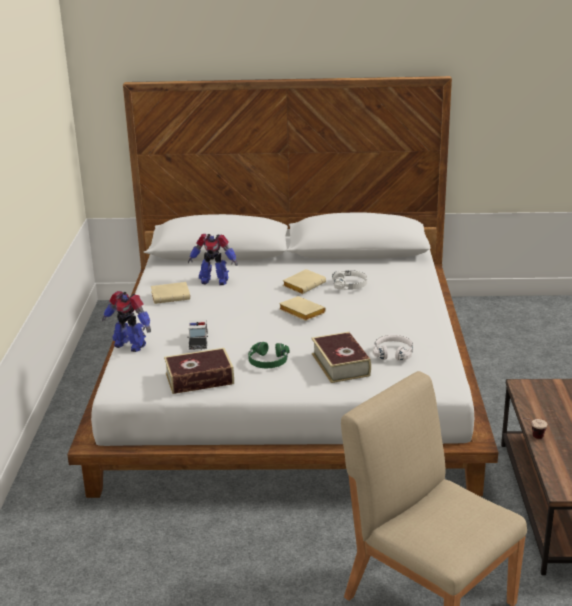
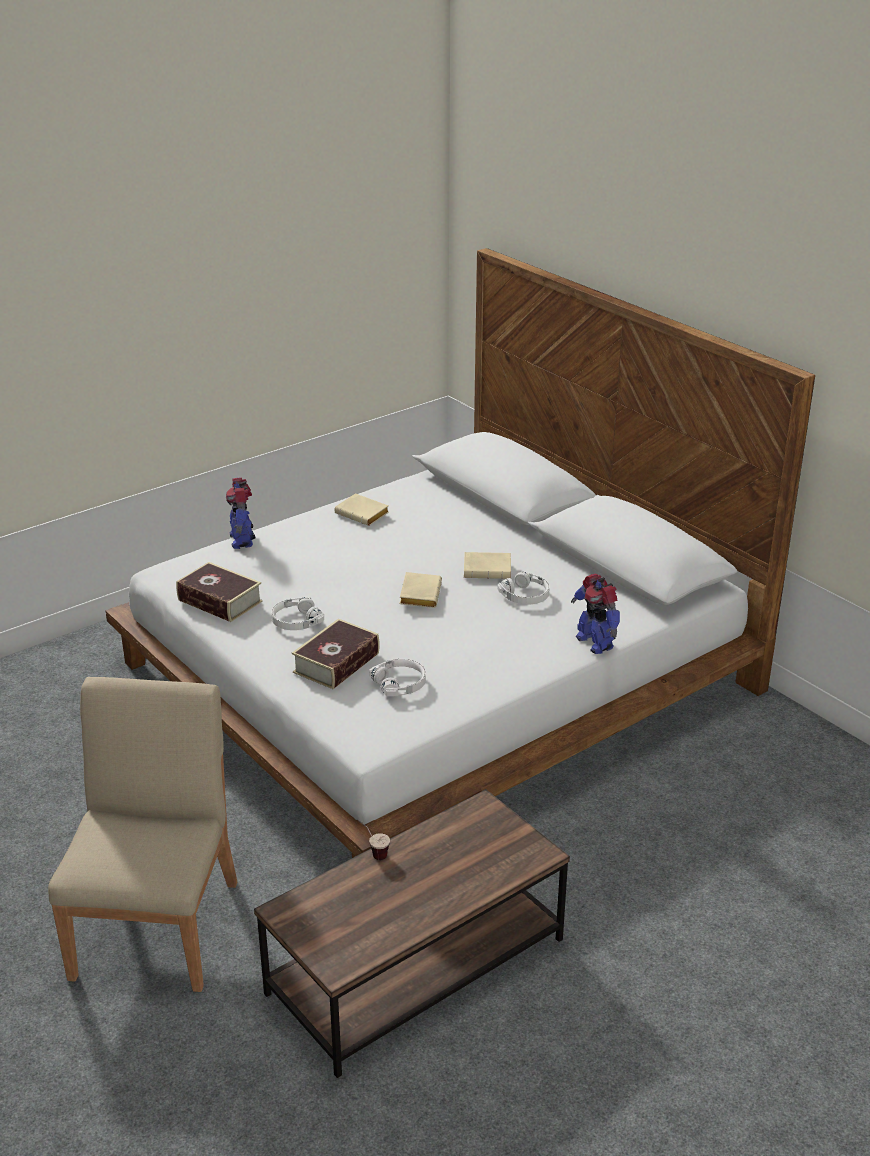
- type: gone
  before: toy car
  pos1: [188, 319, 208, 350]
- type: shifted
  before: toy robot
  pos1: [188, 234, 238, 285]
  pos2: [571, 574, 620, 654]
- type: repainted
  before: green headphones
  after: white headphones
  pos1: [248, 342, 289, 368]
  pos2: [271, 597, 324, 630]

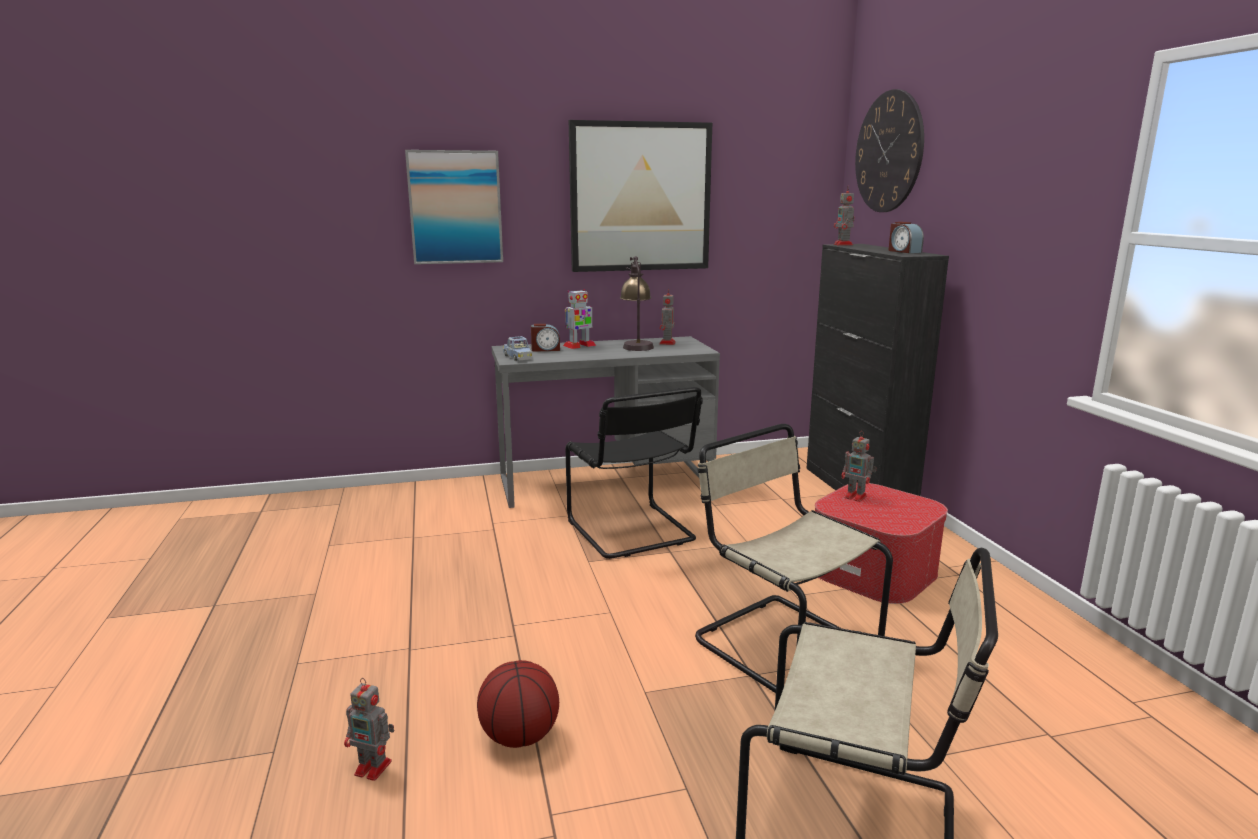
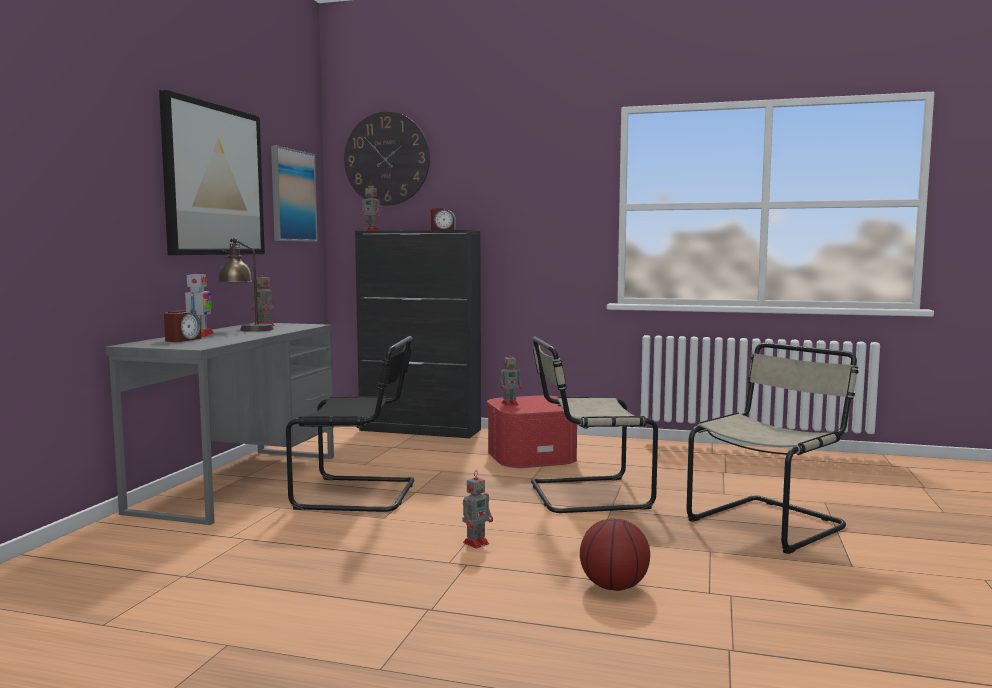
- type: gone
  before: blue toy car
  pos1: [503, 336, 533, 361]
- type: shifted
  before: toy robot
  pos1: [344, 678, 394, 781]
  pos2: [463, 472, 493, 548]
- type: shifted
  before: picture
  pos1: [405, 150, 503, 264]
  pos2: [271, 145, 318, 242]

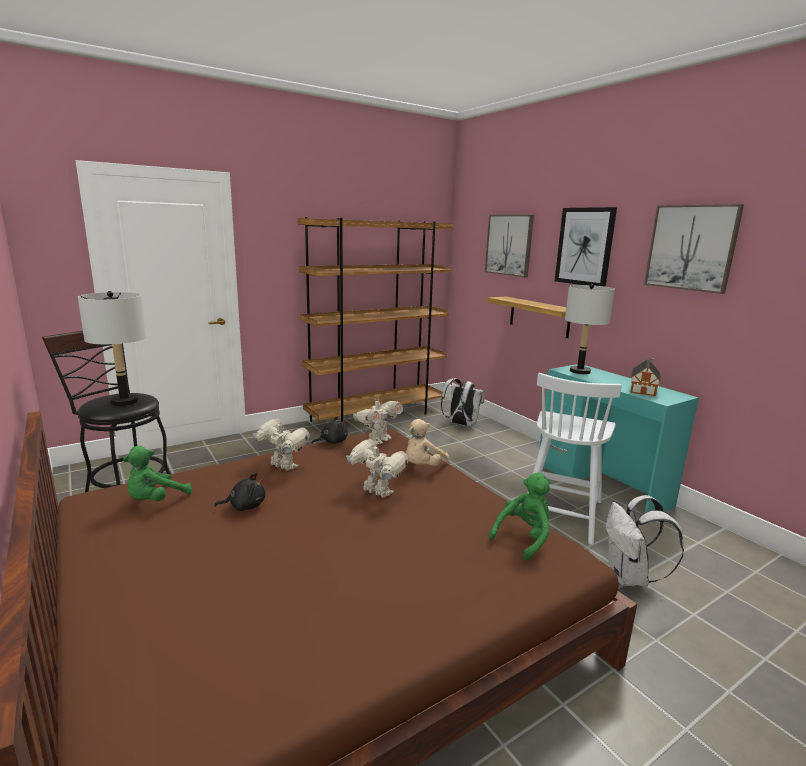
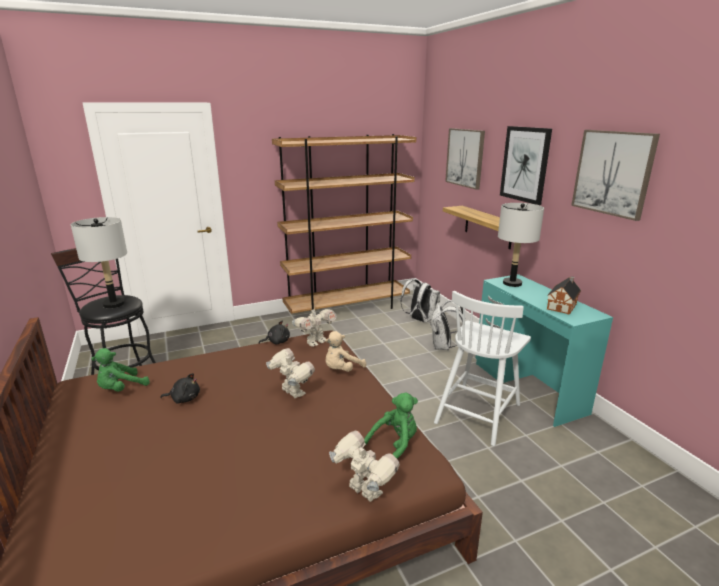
- type: shifted
  before: toy robot
  pos1: [253, 418, 310, 471]
  pos2: [329, 430, 400, 502]
- type: shifted
  before: white backpack
  pos1: [606, 495, 684, 586]
  pos2: [430, 300, 463, 350]

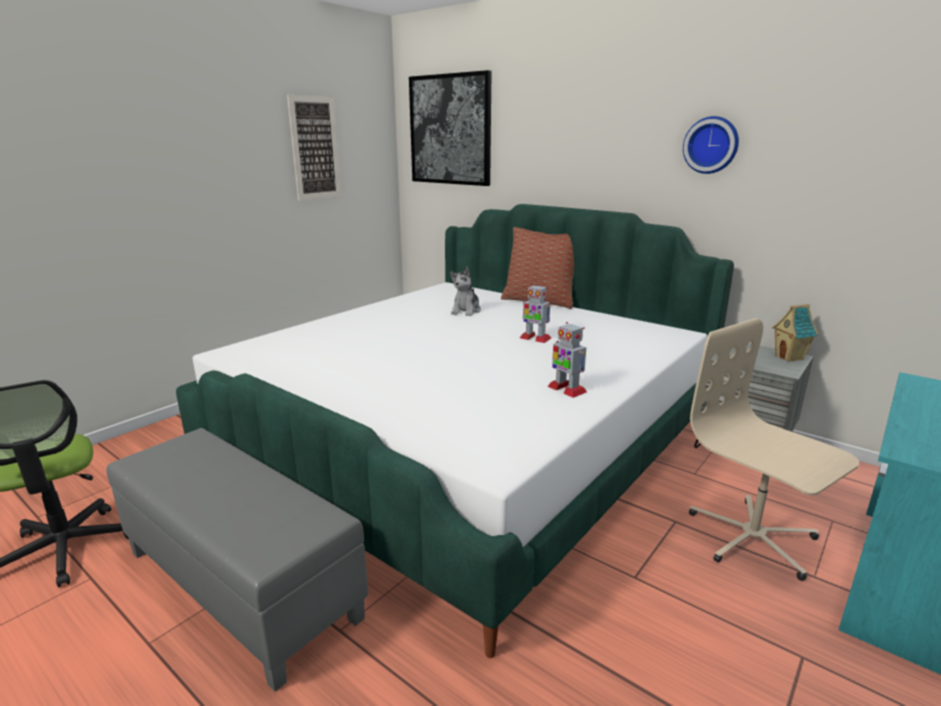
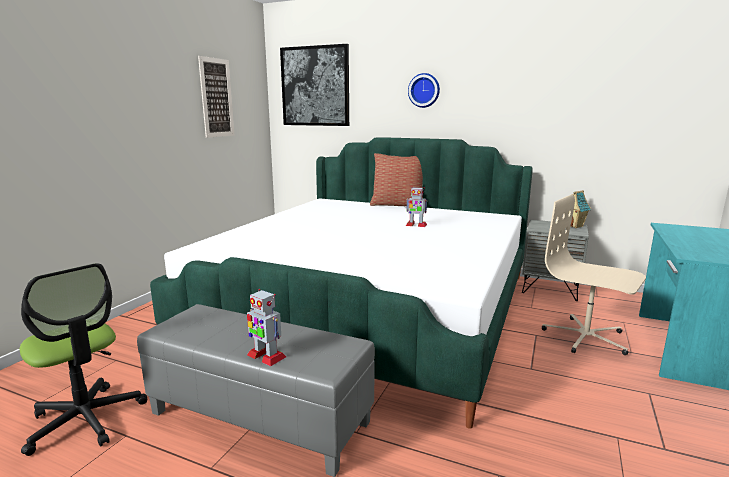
- type: gone
  before: plush toy
  pos1: [450, 267, 481, 316]
- type: shifted
  before: toy robot
  pos1: [548, 322, 587, 398]
  pos2: [247, 289, 286, 366]
- type: shifted
  before: wall clock
  pos1: [683, 116, 739, 174]
  pos2: [408, 73, 440, 108]

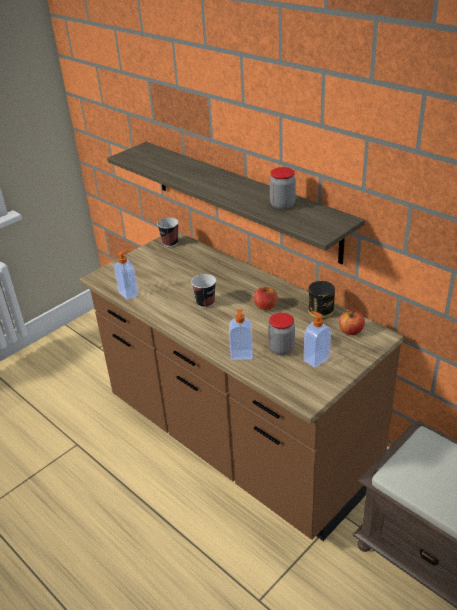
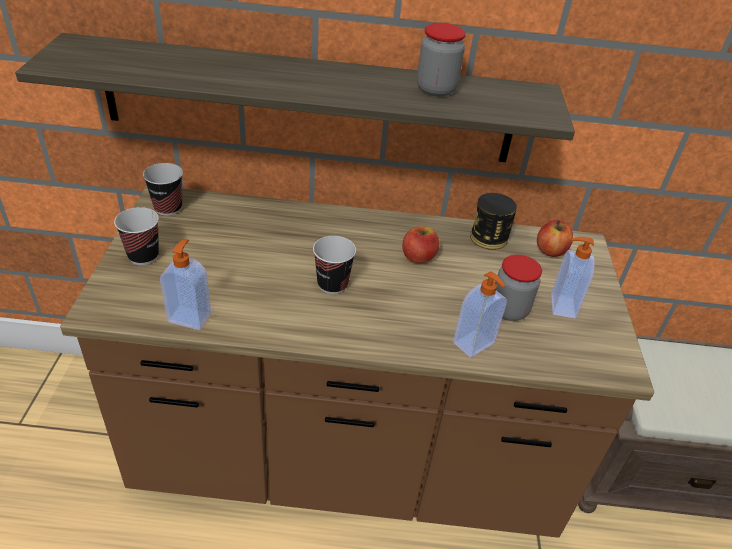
- type: new
  after: cup
  pos2: [114, 207, 159, 265]

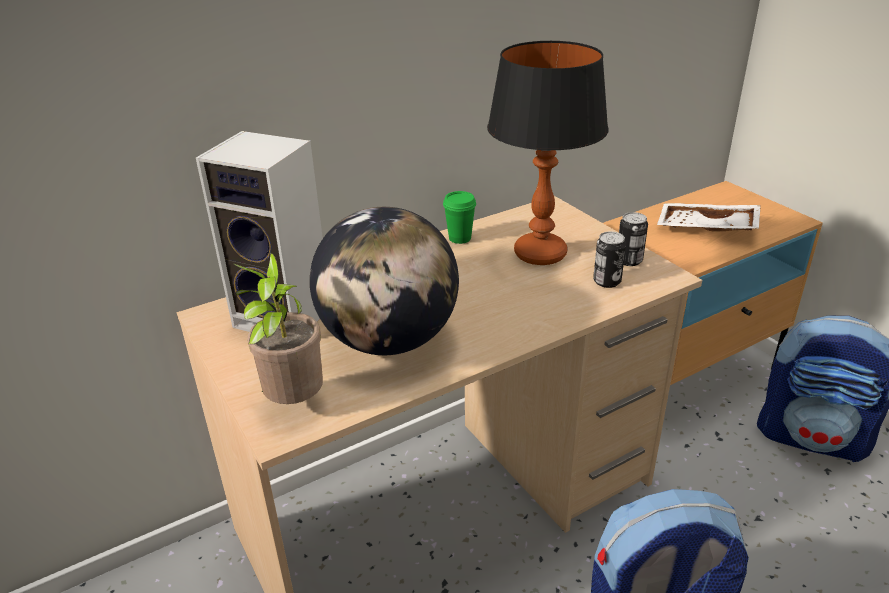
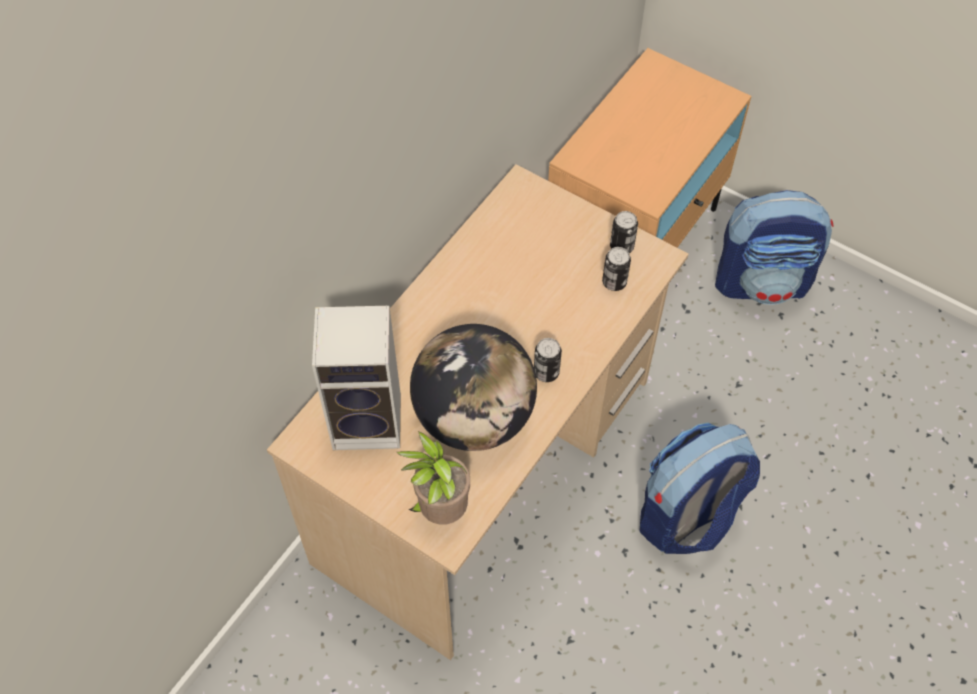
- type: gone
  before: green cup
  pos1: [443, 191, 476, 244]
- type: gone
  before: table lamp
  pos1: [487, 41, 609, 265]
- type: gone
  before: white tray
  pos1: [657, 203, 761, 232]
- type: new
  after: can
  pos2: [534, 338, 562, 382]

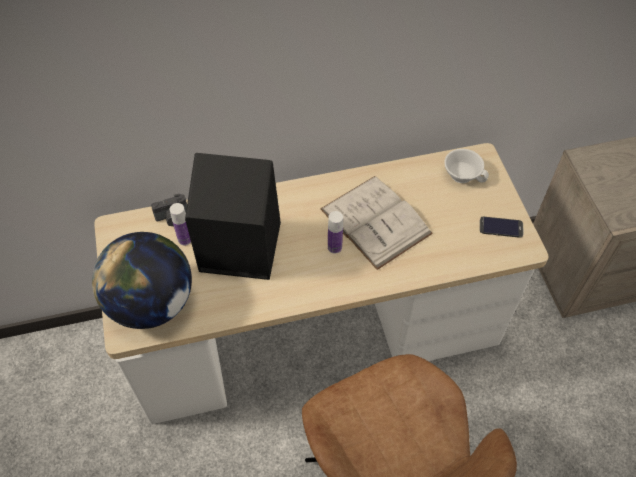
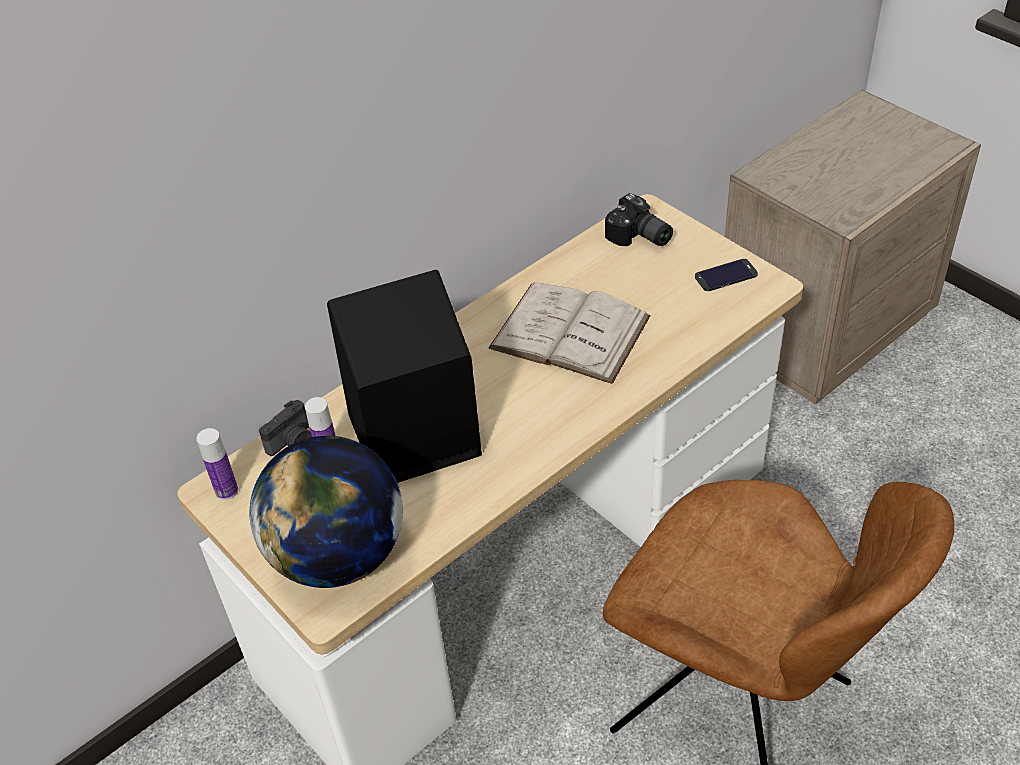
- type: shifted
  before: bottle
  pos1: [328, 211, 343, 254]
  pos2: [196, 428, 238, 500]
- type: swapped
  before: white cup
  after: photo camera
  pos1: [444, 149, 489, 183]
  pos2: [605, 193, 673, 246]

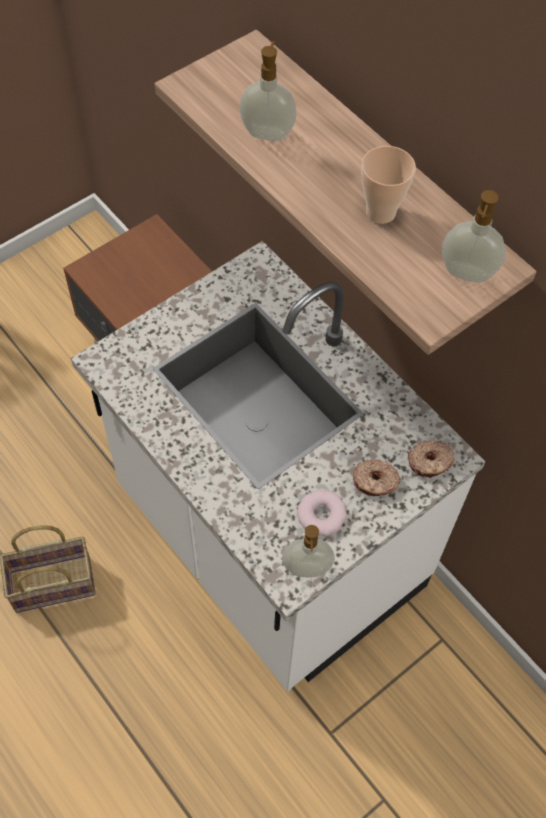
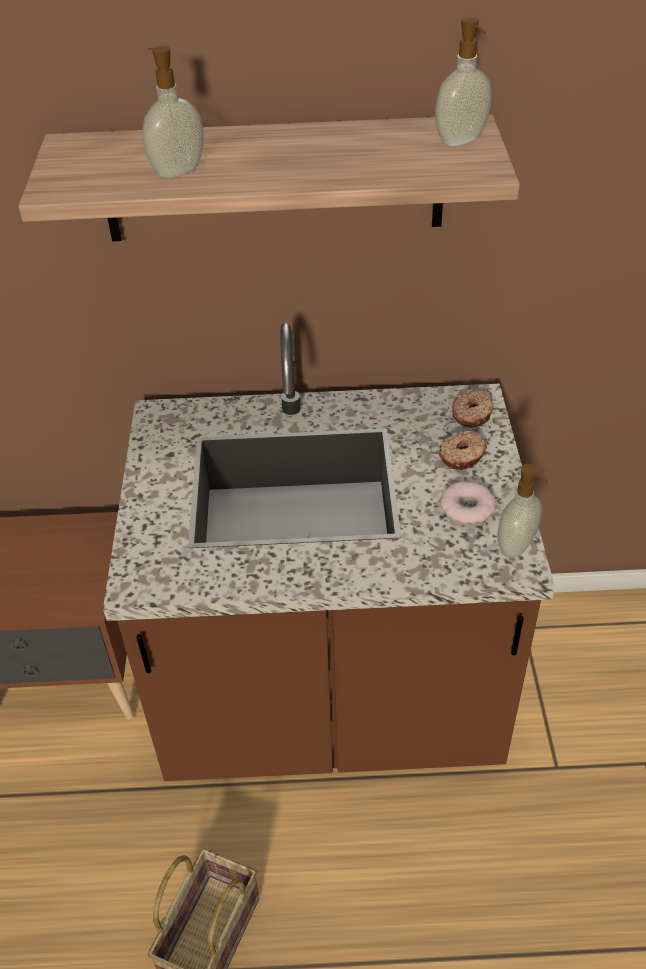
- type: gone
  before: cup
  pos1: [361, 146, 416, 224]
- type: repainted
  before: white counter
  after: brown counter
  pos1: [71, 241, 486, 691]
  pos2: [103, 322, 555, 781]

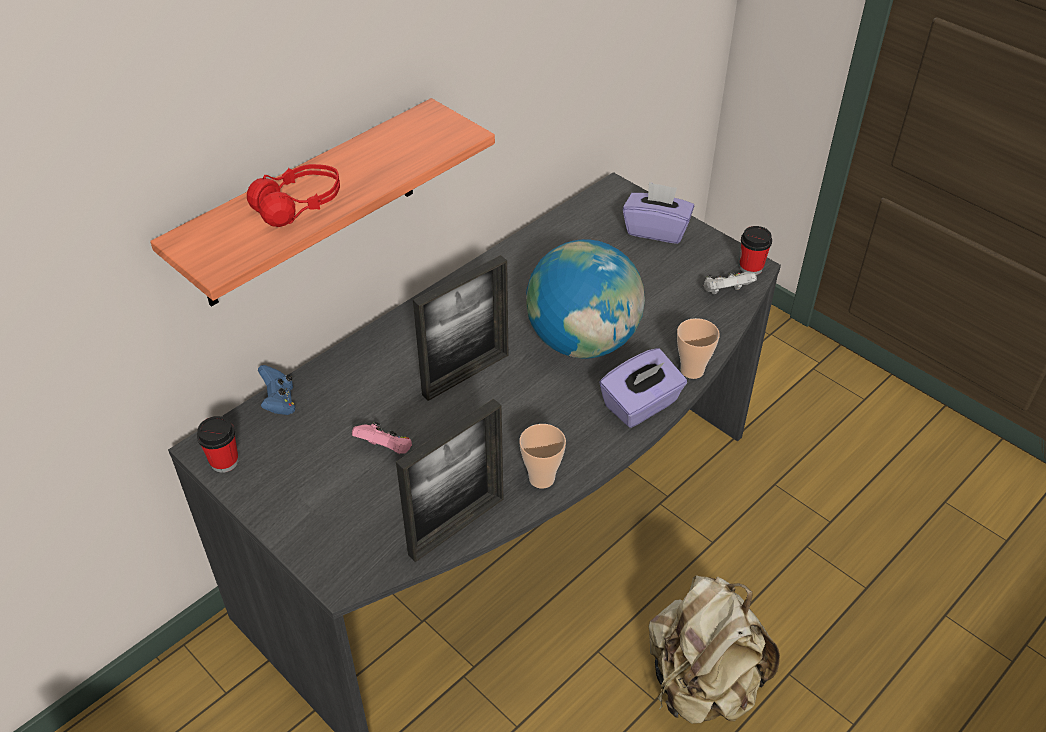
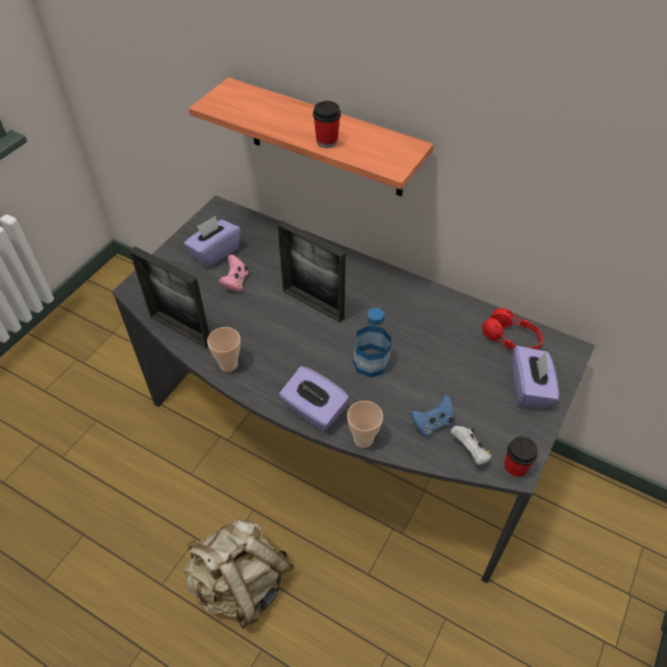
- type: new
  after: purple tissue box
  pos2: [184, 216, 241, 268]
- type: shifted
  before: cup
  pos1: [197, 416, 239, 473]
  pos2: [313, 101, 341, 148]
- type: shifted
  before: red headphones
  pos1: [247, 164, 340, 227]
  pos2: [482, 308, 543, 350]
- type: shifted
  before: blue game controller
  pos1: [258, 365, 295, 415]
  pos2: [410, 395, 454, 437]
- type: swapped
  before: globe
  after: bottle
  pos1: [526, 239, 645, 359]
  pos2: [353, 308, 391, 378]

